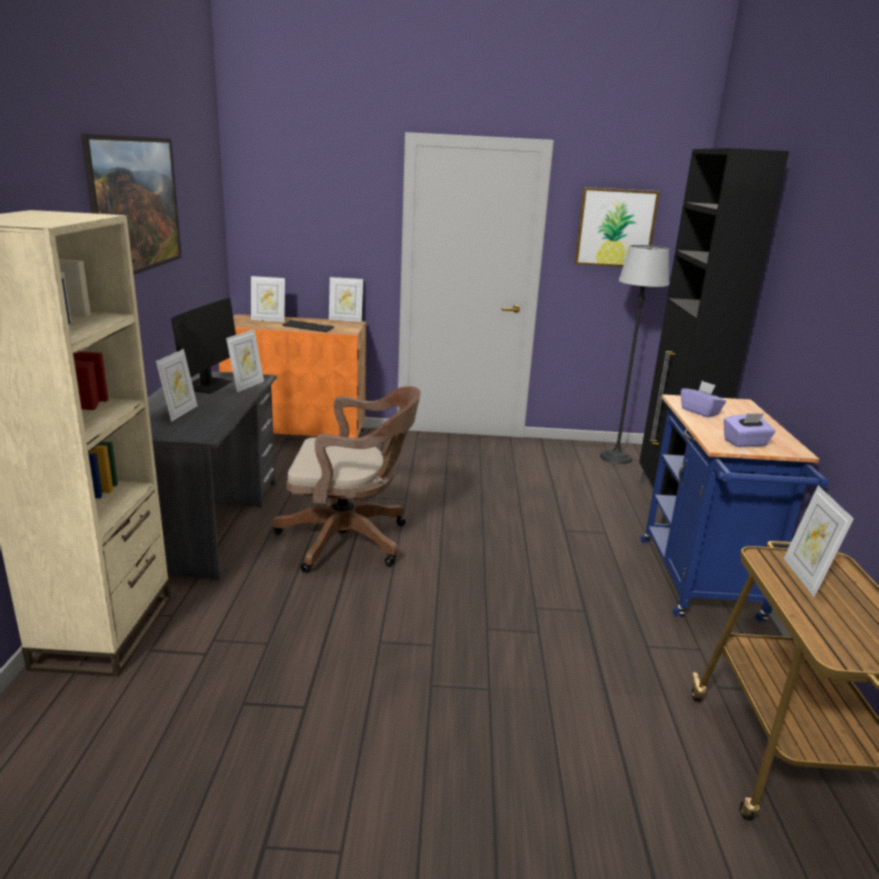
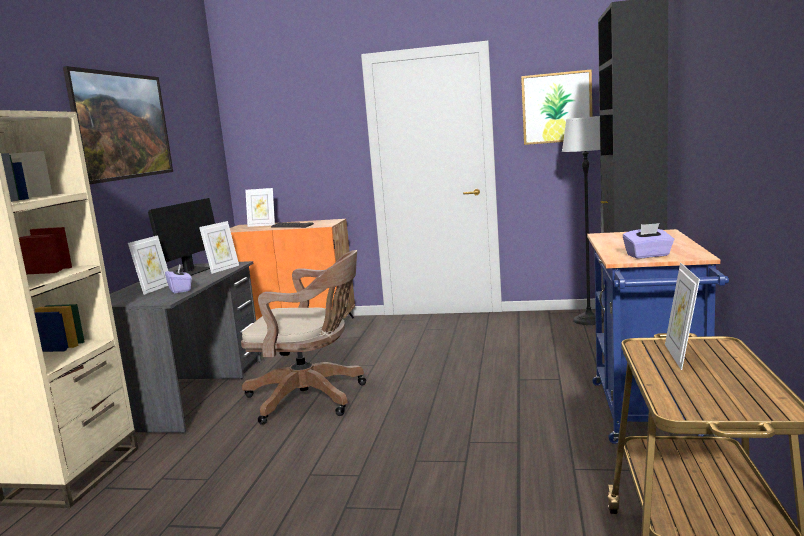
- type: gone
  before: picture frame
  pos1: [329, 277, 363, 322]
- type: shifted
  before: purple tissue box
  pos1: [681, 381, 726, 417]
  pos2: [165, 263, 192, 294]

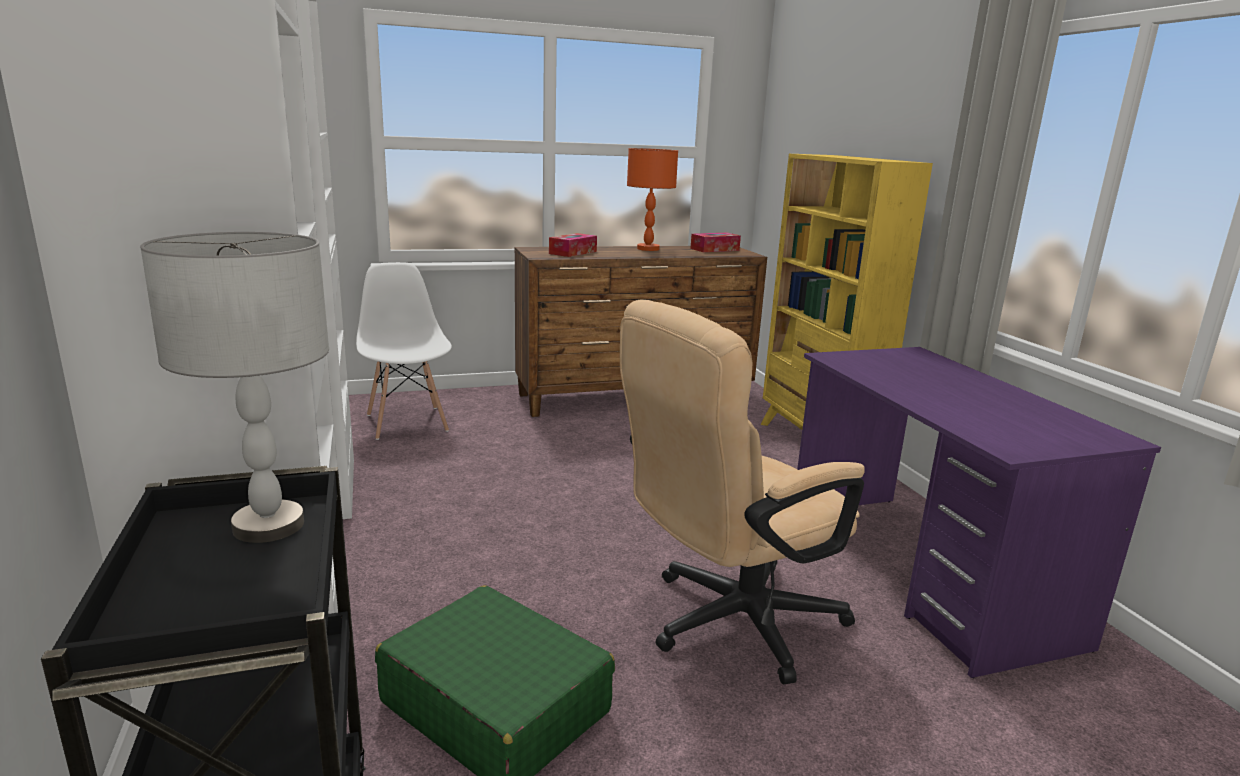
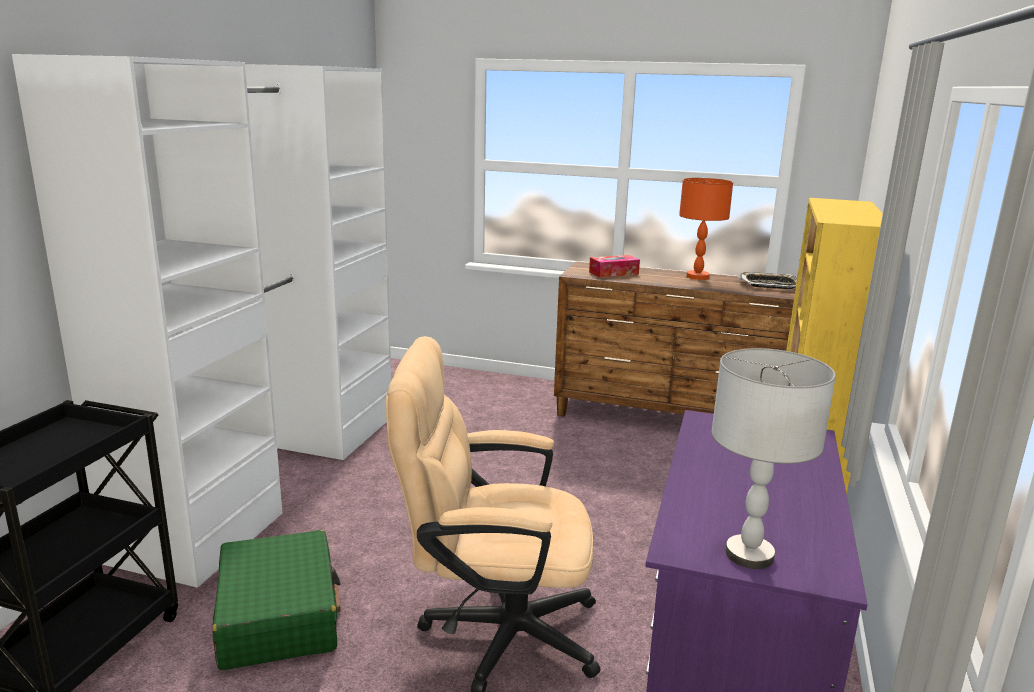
- type: gone
  before: white chair
  pos1: [356, 262, 452, 440]
- type: shifted
  before: grey table lamp
  pos1: [140, 232, 329, 543]
  pos2: [712, 348, 836, 569]
- type: swapped
  before: tissue box
  after: tray
  pos1: [691, 233, 741, 252]
  pos2: [738, 272, 797, 289]

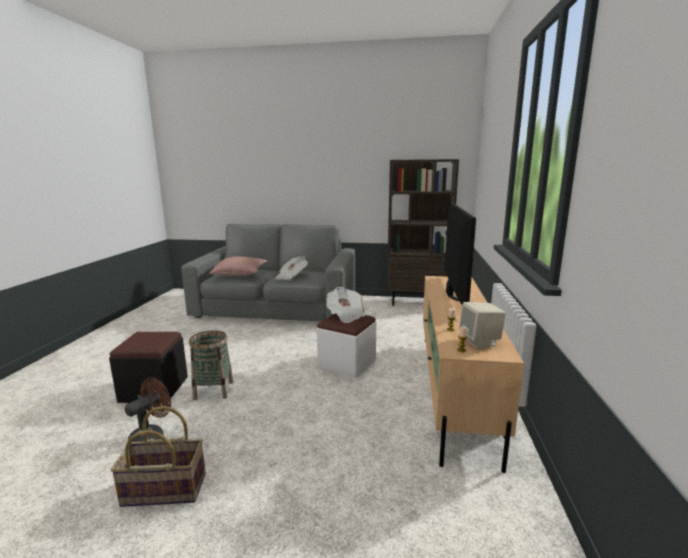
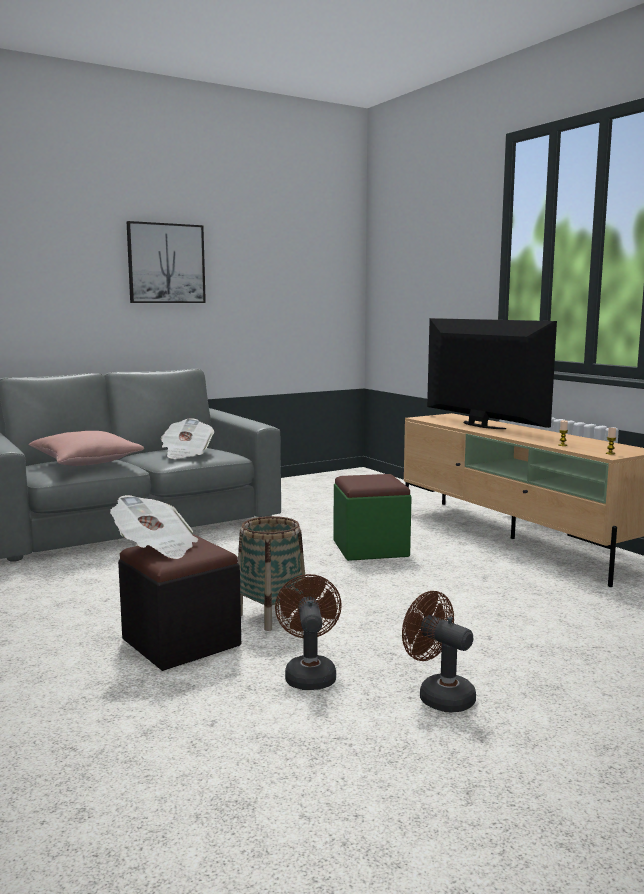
- type: gone
  before: brown bookcase
  pos1: [387, 159, 459, 306]
- type: gone
  before: beige speaker
  pos1: [459, 302, 506, 348]
- type: new
  after: picture
  pos2: [127, 221, 206, 303]
- type: shifted
  before: newspaper
  pos1: [326, 287, 365, 323]
  pos2: [110, 495, 199, 559]
- type: swapped
  before: basket
  after: brown fan
  pos1: [110, 406, 206, 507]
  pos2: [402, 591, 476, 712]
- type: repainted
  before: white ottoman
  after: green ottoman
  pos1: [317, 313, 376, 378]
  pos2: [334, 474, 412, 561]

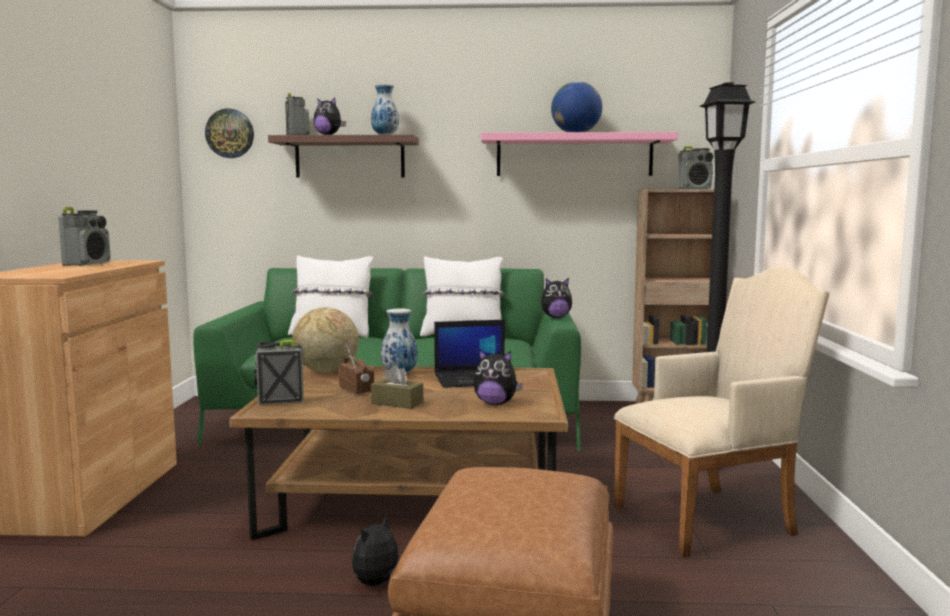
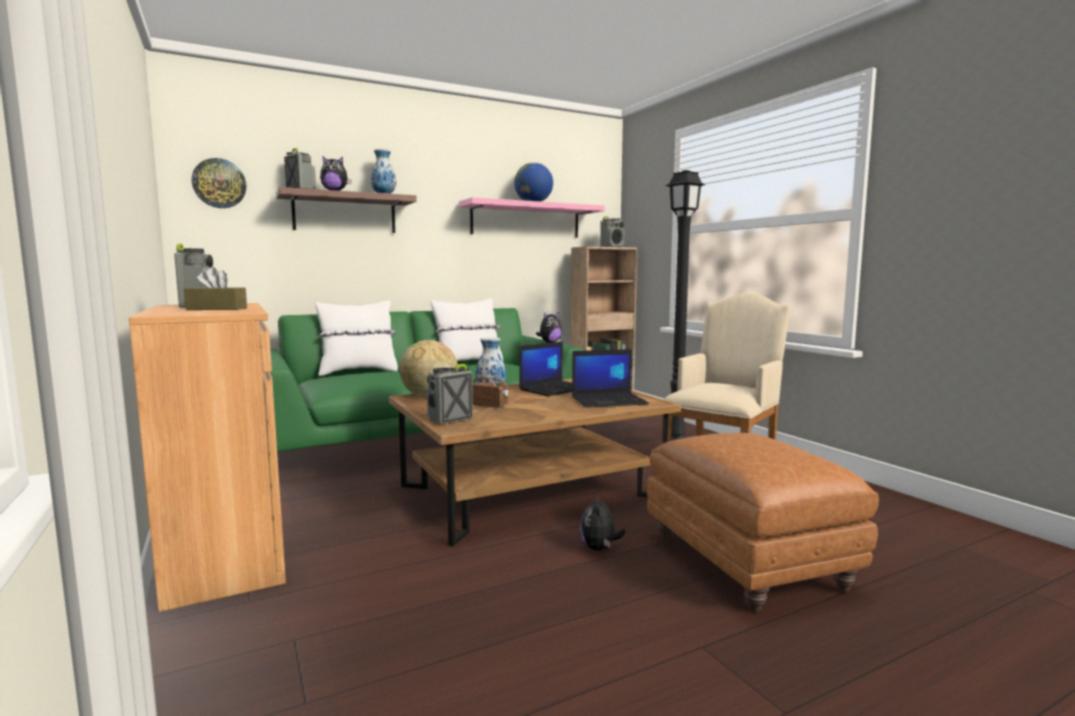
- type: shifted
  before: brown tissue box
  pos1: [371, 364, 423, 409]
  pos2: [184, 267, 247, 310]
- type: swapped
  before: plush toy
  after: laptop
  pos1: [473, 349, 523, 405]
  pos2: [572, 349, 649, 408]

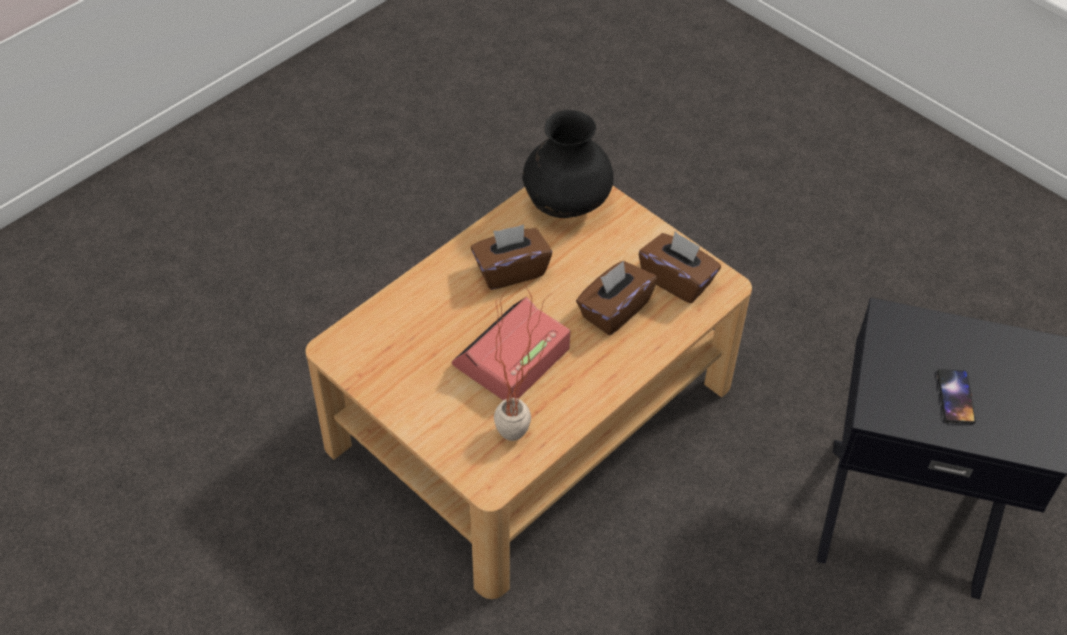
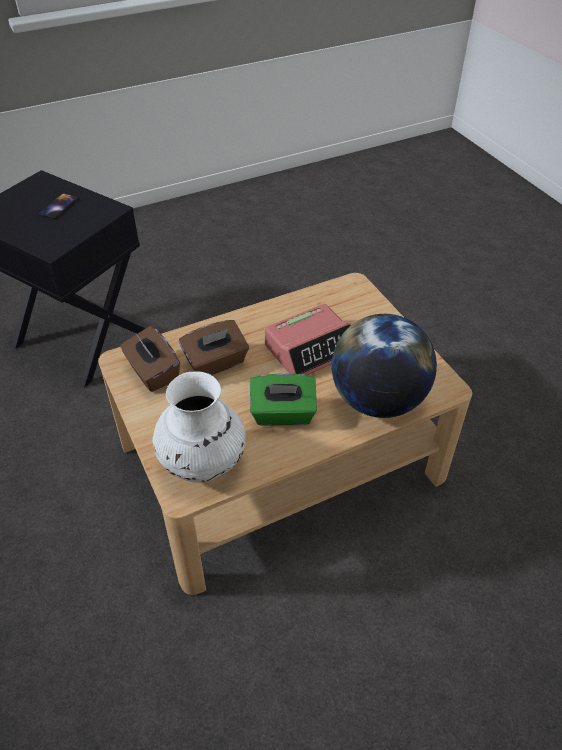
- type: gone
  before: potted plant
  pos1: [494, 283, 553, 441]
- type: new
  after: globe
  pos2: [332, 314, 437, 418]
- type: repainted
  before: brown tissue box
  after: green tissue box
  pos1: [471, 224, 552, 290]
  pos2: [250, 373, 317, 426]
- type: repainted
  before: black vase
  after: white vase
  pos1: [522, 110, 614, 218]
  pos2: [152, 371, 246, 483]

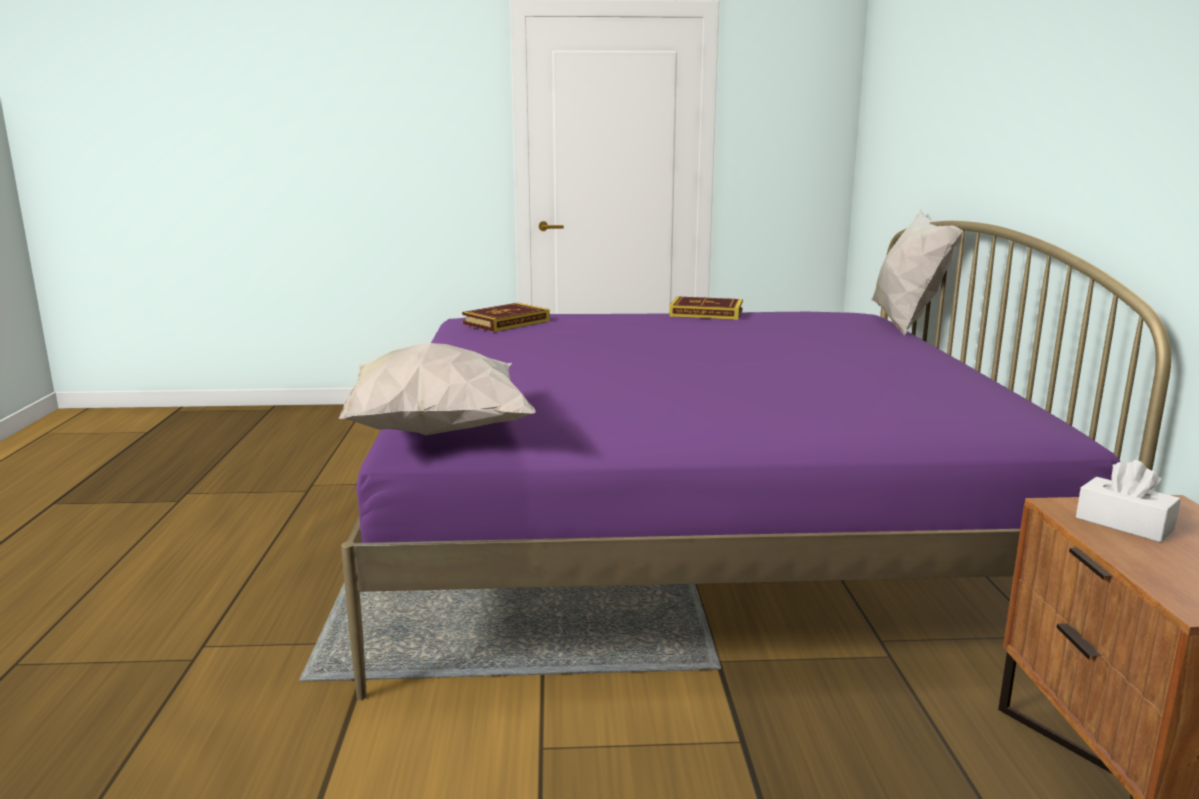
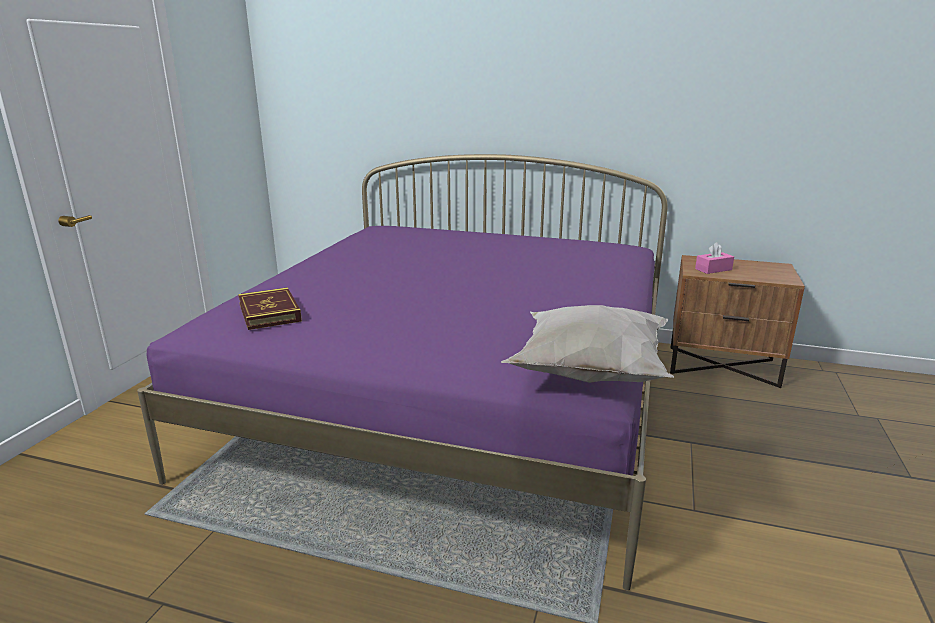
- type: gone
  before: book
  pos1: [669, 296, 743, 320]
- type: gone
  before: white pillow
  pos1: [871, 209, 963, 336]
- type: repainted
  before: white tissue box
  after: pink tissue box
  pos1: [1076, 460, 1181, 542]
  pos2: [695, 242, 734, 274]

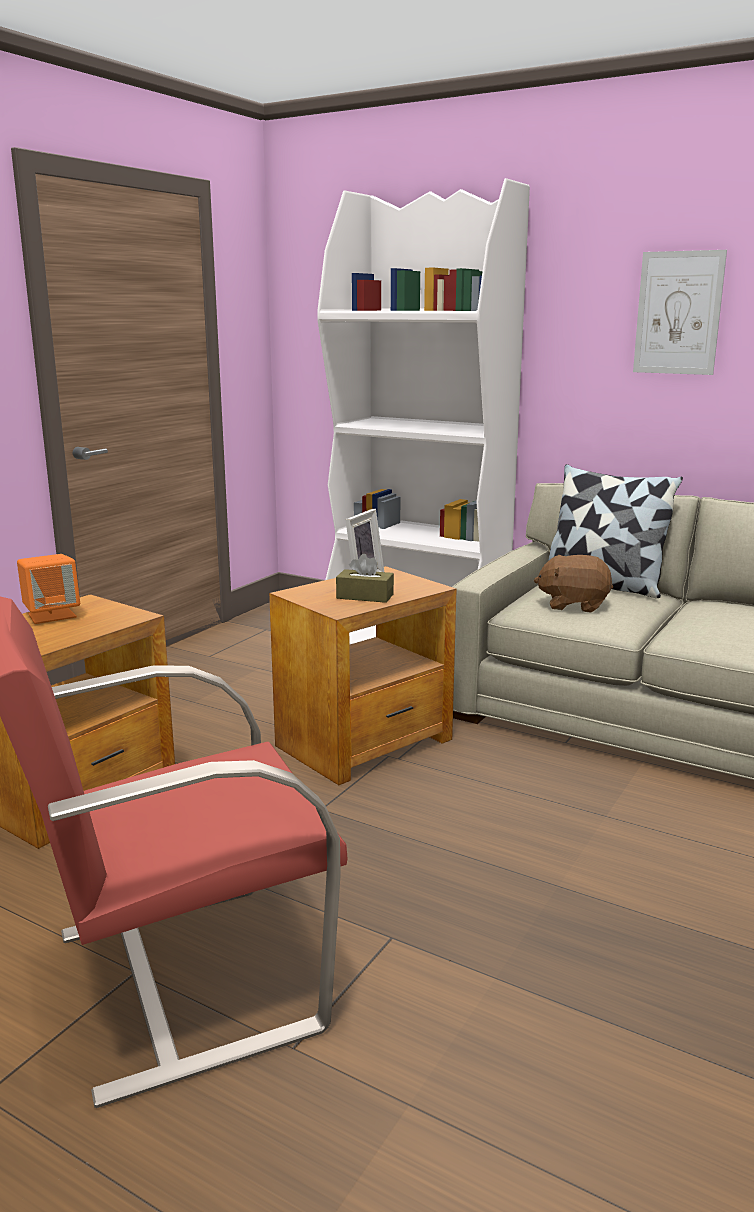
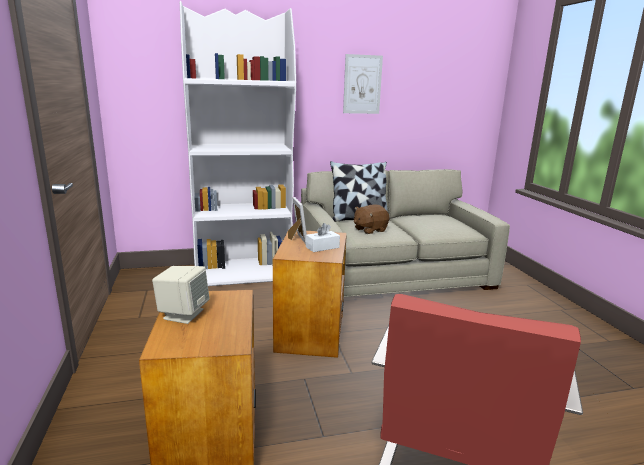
- type: repainted
  before: orange speaker
  after: beige speaker
  pos1: [17, 554, 80, 624]
  pos2: [152, 266, 210, 324]
- type: repainted
  before: brown tissue box
  after: white tissue box
  pos1: [336, 554, 394, 603]
  pos2: [306, 223, 340, 252]

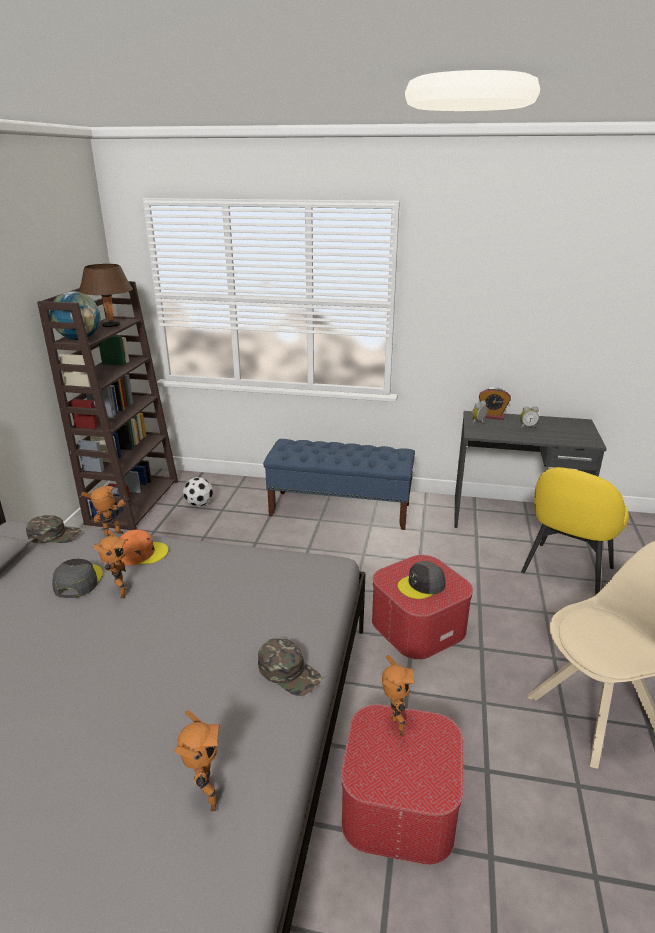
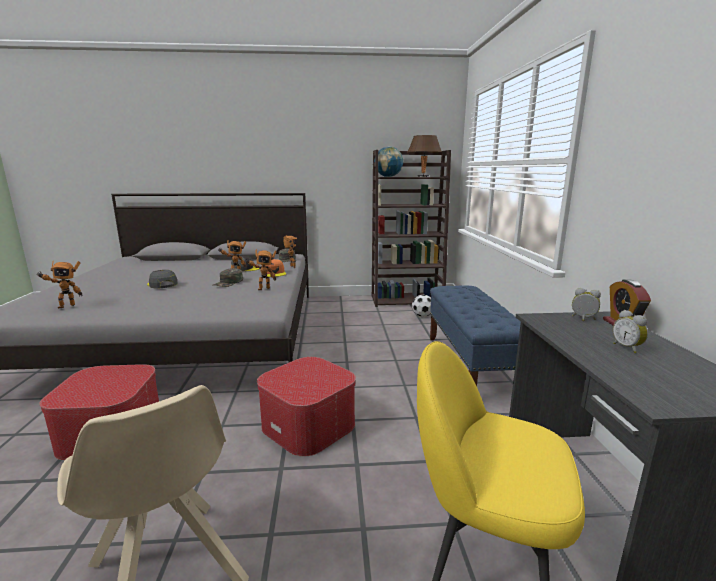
- type: shifted
  before: green cap
  pos1: [258, 638, 322, 696]
  pos2: [213, 268, 243, 287]
- type: shifted
  before: toy robot
  pos1: [382, 655, 414, 736]
  pos2: [245, 249, 277, 290]
- type: shifted
  before: grey cap
  pos1: [398, 561, 446, 599]
  pos2: [147, 270, 178, 289]

